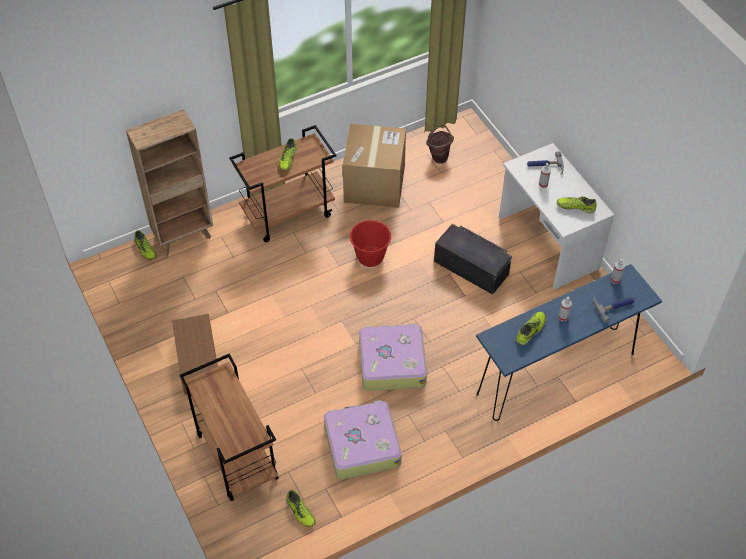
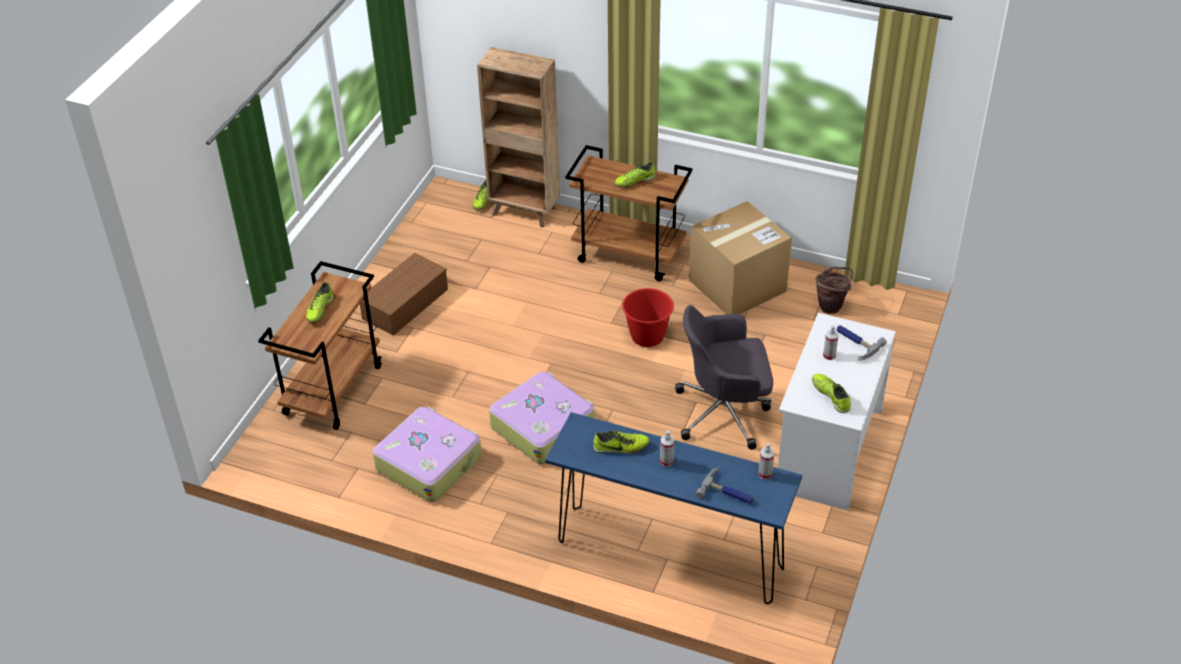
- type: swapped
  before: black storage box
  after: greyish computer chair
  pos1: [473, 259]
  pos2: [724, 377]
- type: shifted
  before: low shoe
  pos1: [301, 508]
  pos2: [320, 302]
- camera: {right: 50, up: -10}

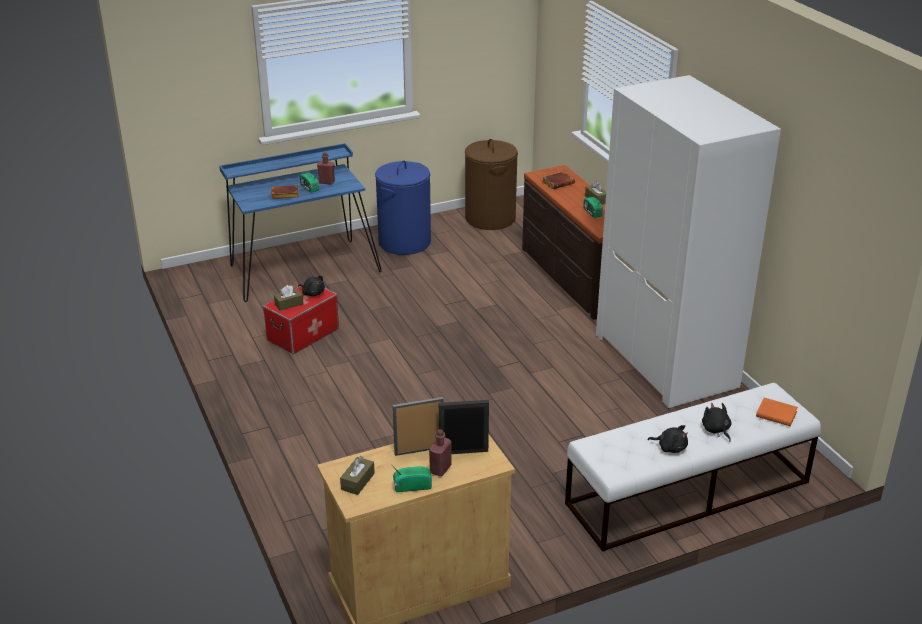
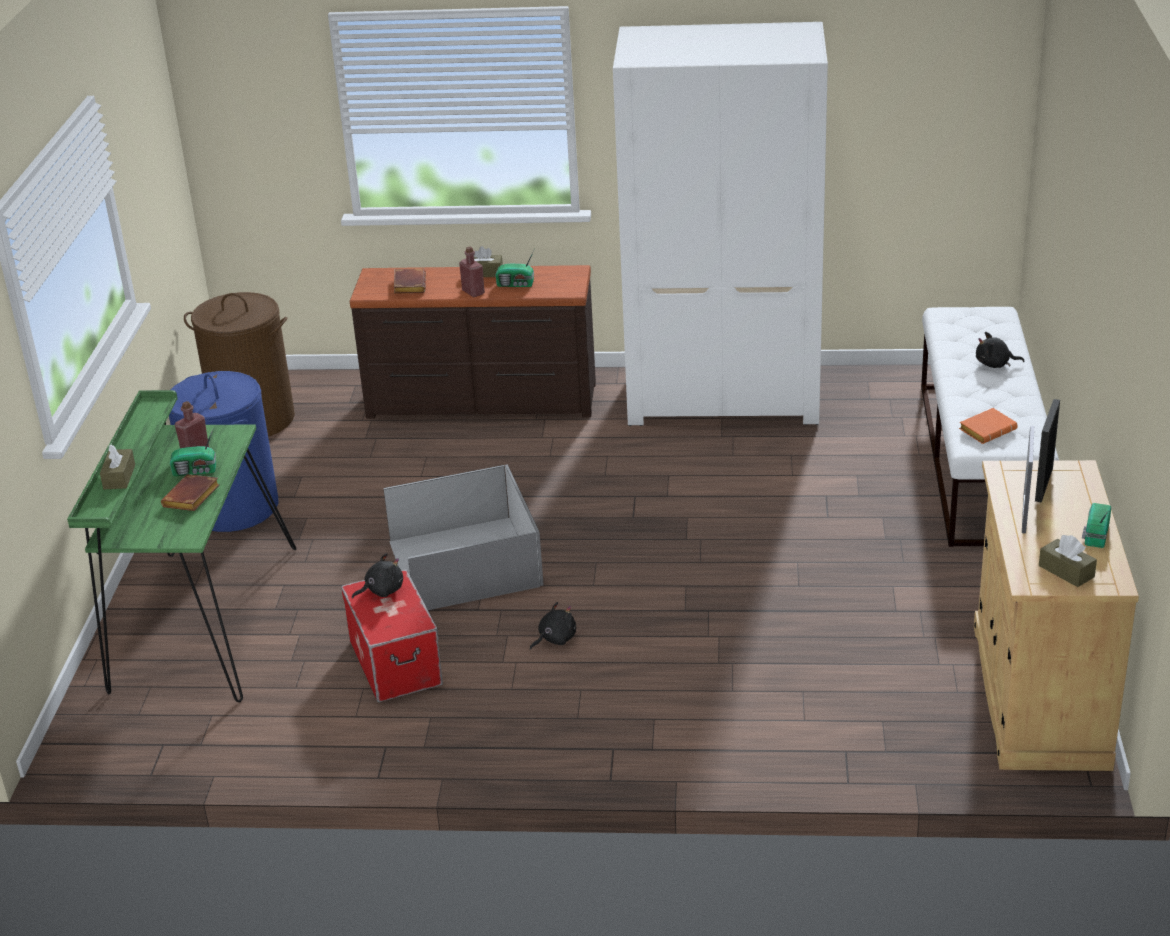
- type: repainted
  before: blue desk
  after: green desk
  pos1: [300, 222]
  pos2: [181, 546]
- type: shifted
  before: brownish tissue box
  pos1: [288, 298]
  pos2: [117, 466]
- type: shifted
  before: orange-coloured bound book
  pos1: [777, 412]
  pos2: [988, 426]
- type: shifted
  before: black soft toy
  pos1: [668, 439]
  pos2: [553, 626]
- type: shifted
  before: reddish bottle
  pos1: [440, 452]
  pos2: [472, 272]
- type: new
  after: greyish storage box
  pos2: [463, 537]
- camera: {right: -60, up: 0}

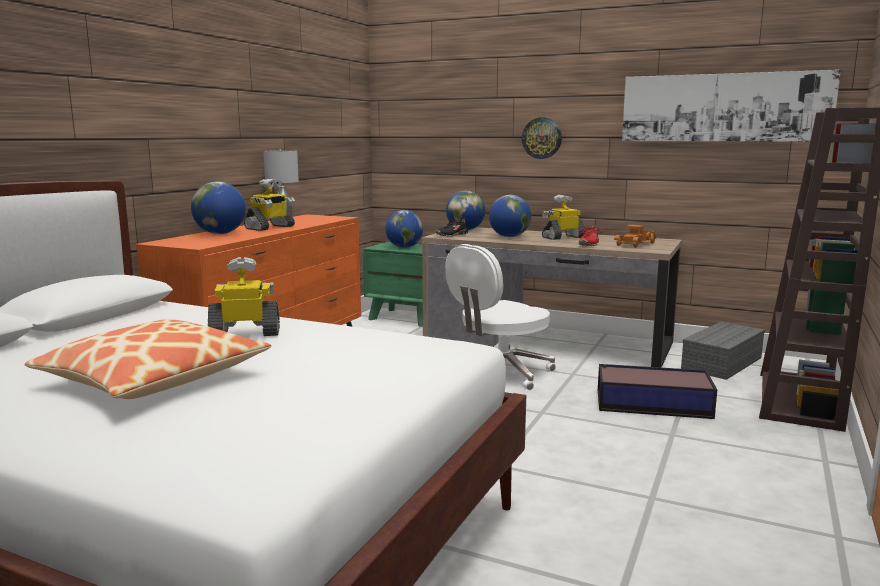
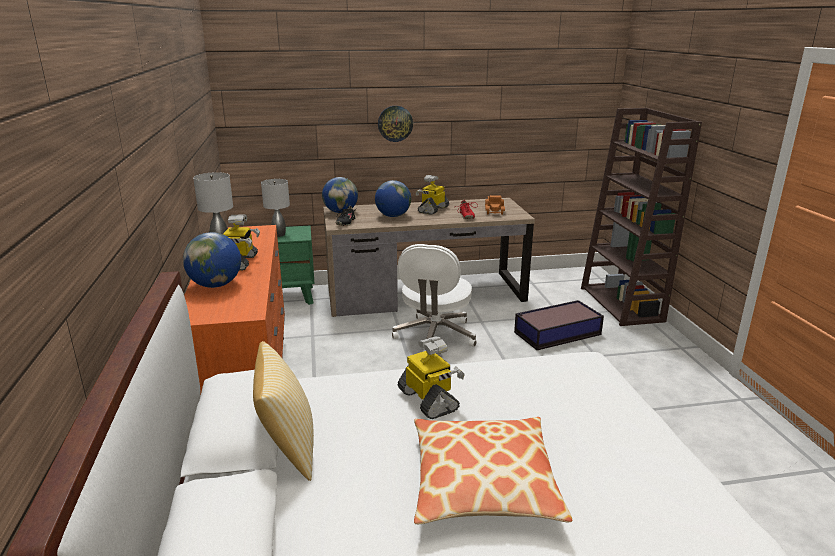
- type: gone
  before: picture
  pos1: [731, 106]
- type: swapped
  before: world globe
  after: greyish tabletop lamp
  pos1: [404, 229]
  pos2: [275, 208]
- type: rotated
  before: robot figure
  pos1: [244, 296]
  pos2: [431, 377]
  turn: 105
- type: gone
  before: greyish storage box
  pos1: [723, 351]
- type: new
  after: pillow
  pos2: [283, 411]
- camera: {right: -35, up: 10}

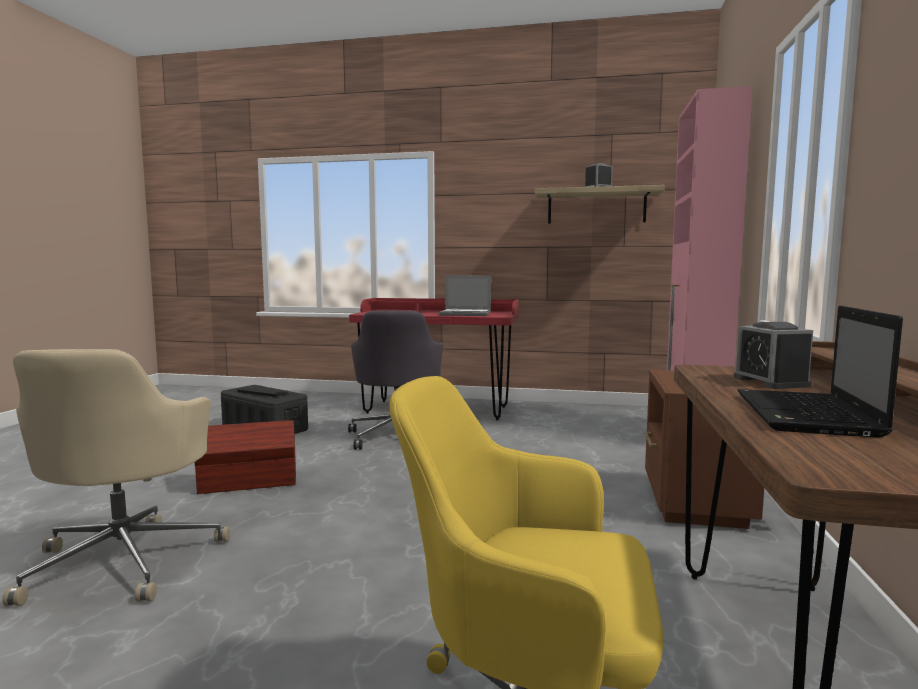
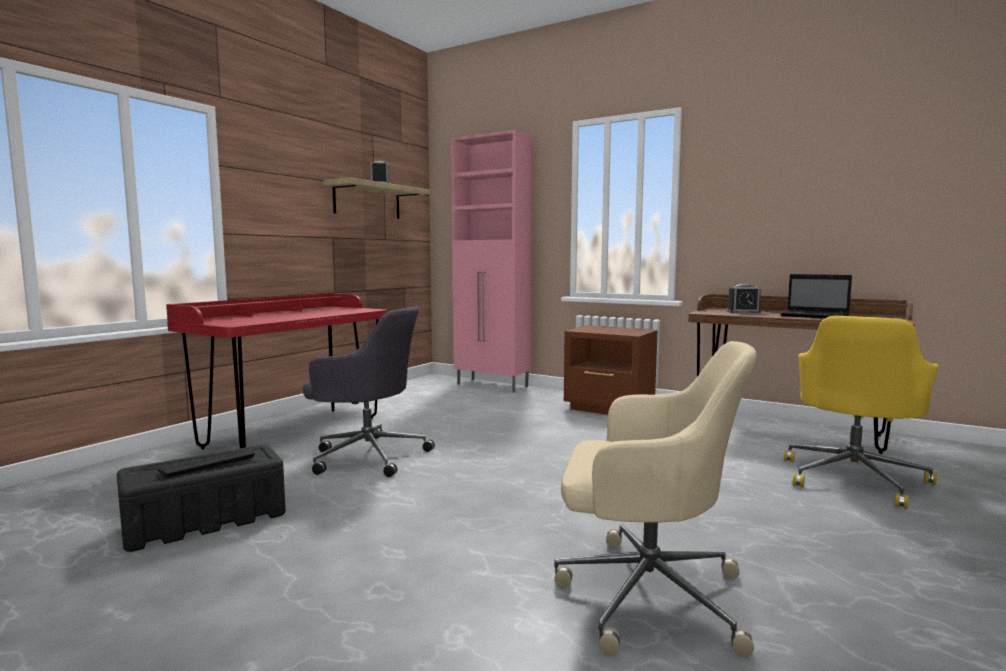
- type: gone
  before: notebook computer
  pos1: [464, 295]
- type: gone
  before: brownish storage box
  pos1: [245, 457]
- camera: {right: -70, up: 0}

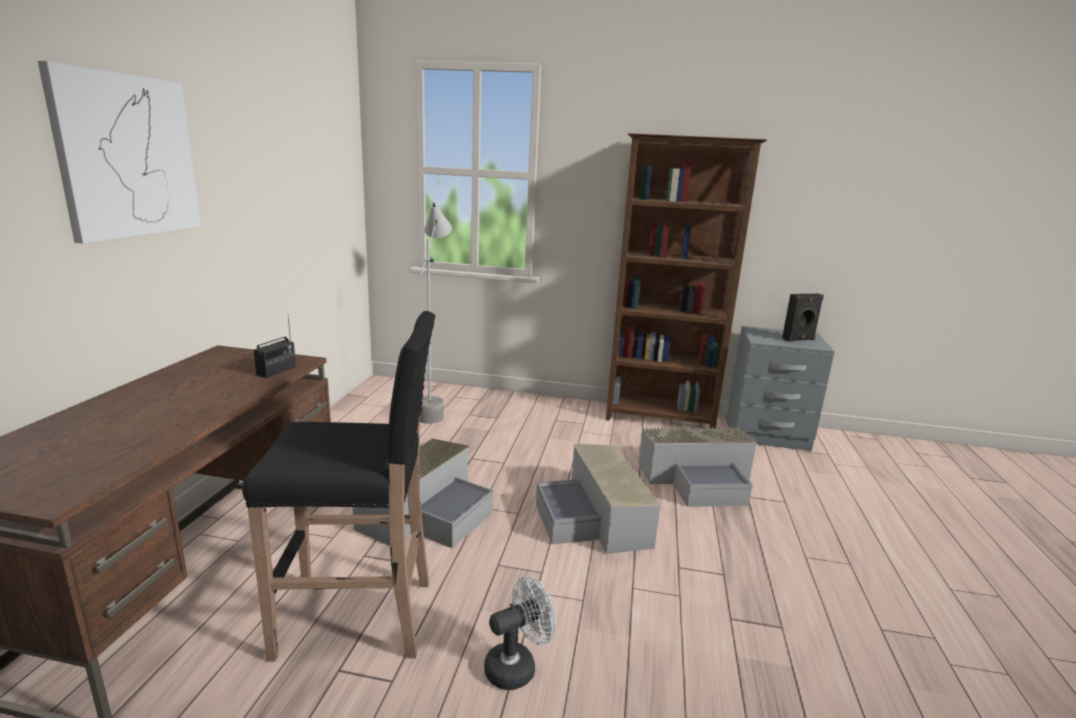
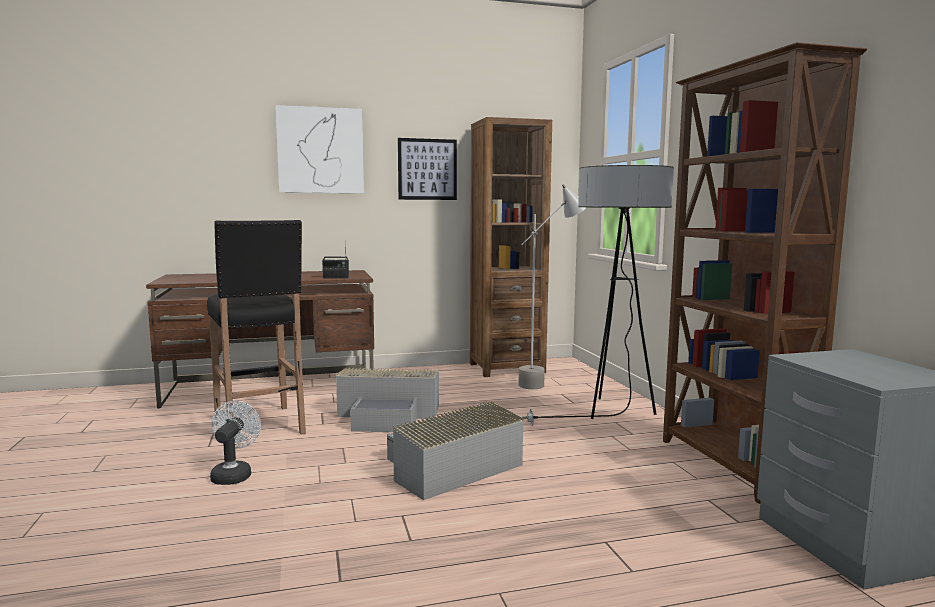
- type: gone
  before: black speaker
  pos1: [803, 317]
- type: gone
  before: greyish storage box
  pos1: [697, 466]
- type: rotated
  before: white-coloured fan
  pos1: [520, 633]
  pos2: [235, 443]
  turn: -120
- type: new
  after: brownish bookcase
  pos2: [511, 247]
- type: new
  after: picture
  pos2: [427, 169]
- type: new
  after: standing lamp
  pos2: [599, 295]
- camera: {right: 65, up: -10}

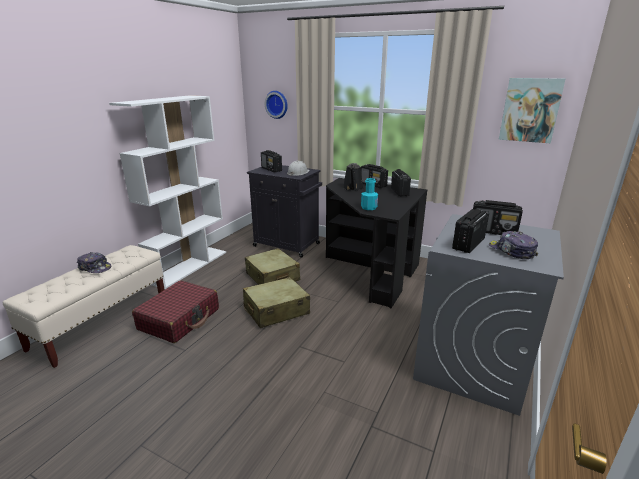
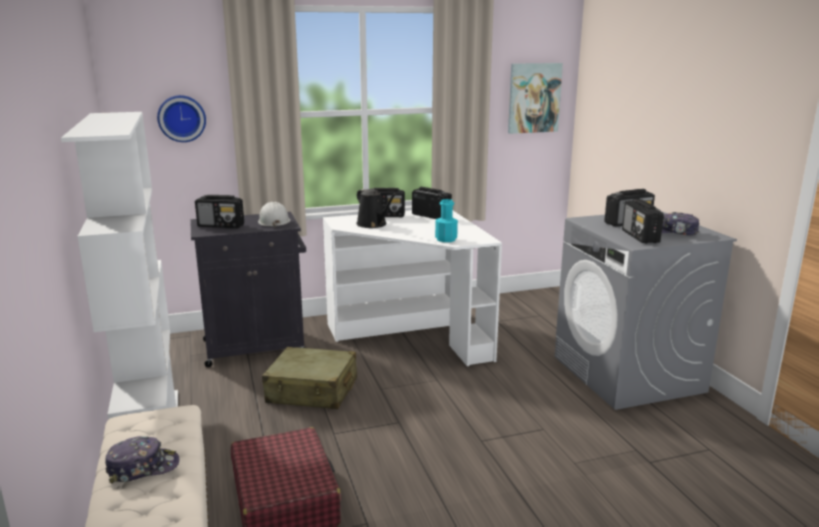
- type: repainted
  before: black desk
  after: white-coloured desk
  pos1: [376, 243]
  pos2: [412, 288]
- type: gone
  before: beige-coloured travel case
  pos1: [276, 302]
- camera: {right: -45, up: -5}

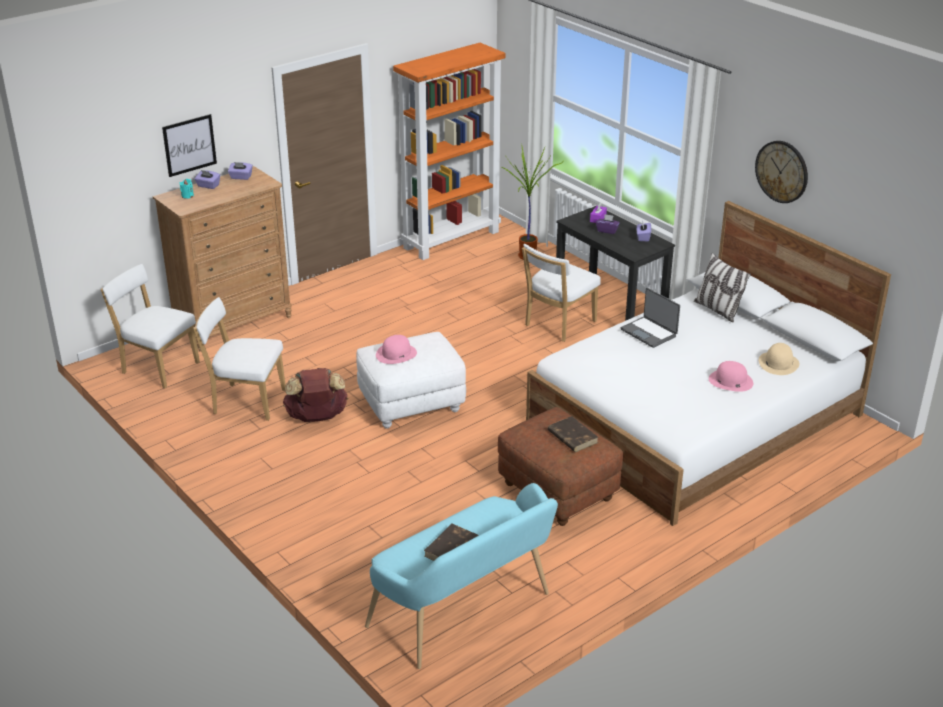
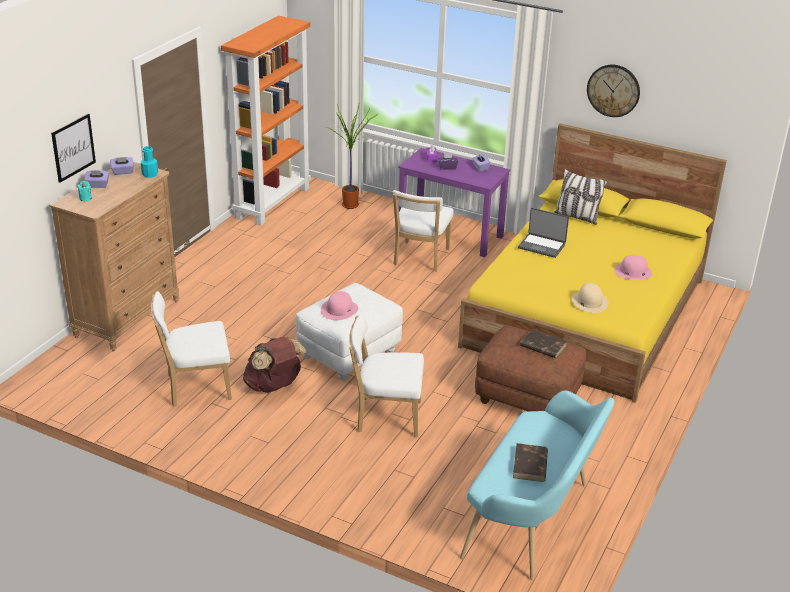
- type: repainted
  before: white-coloured bed
  after: yellowish bed
  pos1: [708, 363]
  pos2: [592, 263]
- type: repainted
  before: black desk
  after: purple-coloured desk
  pos1: [615, 263]
  pos2: [454, 202]
- type: shifted
  before: white-coloured upright chair
  pos1: [150, 326]
  pos2: [386, 375]
- type: shifted
  before: beige-coloured wearable hat
  pos1: [779, 359]
  pos2: [590, 298]
- type: new
  after: turquoise-coloured bottle
  pos2: [149, 162]
- camera: {right: -25, up: 0}

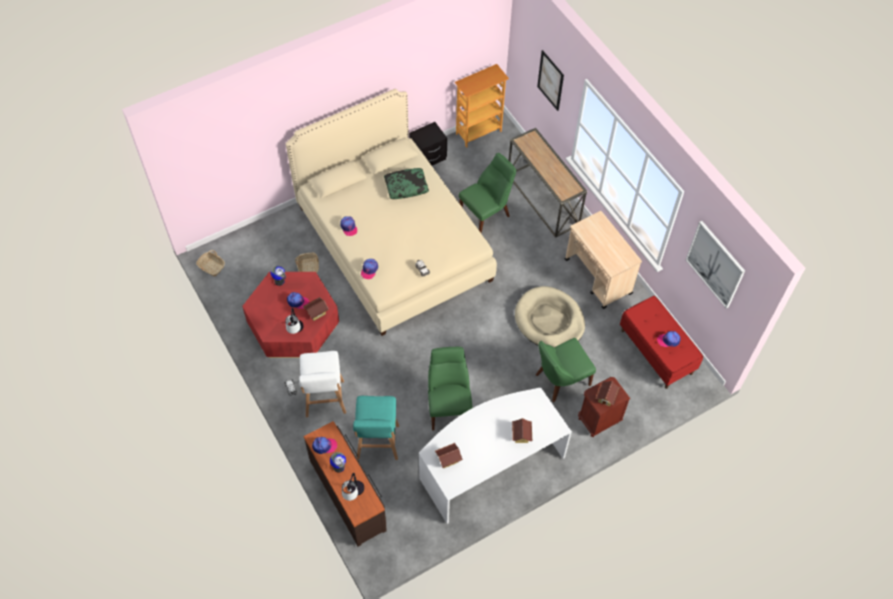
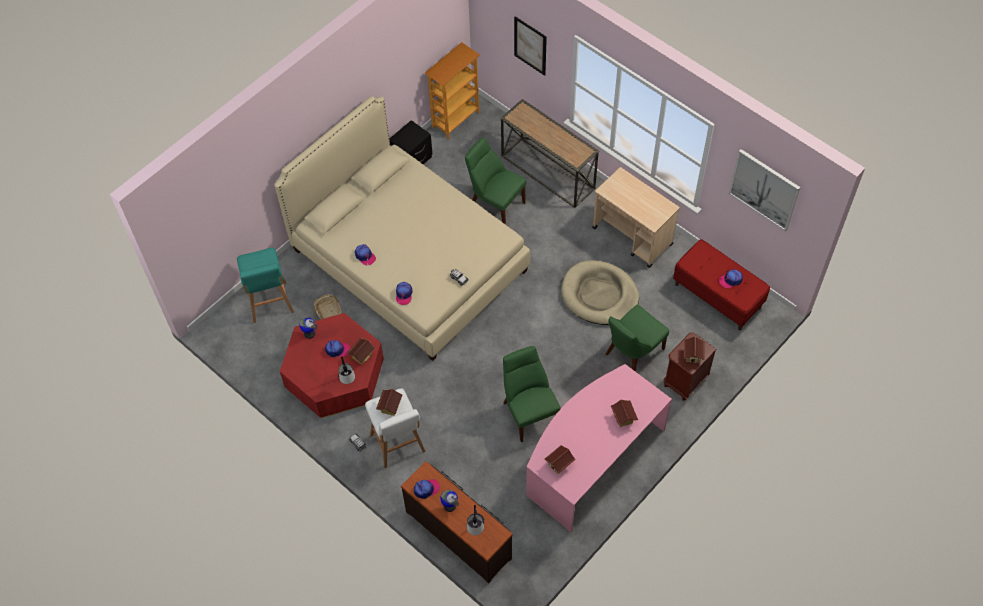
- type: rotated
  before: green upright chair
  pos1: [487, 193]
  pos2: [495, 181]
  turn: -90
- type: gone
  before: pillow
  pos1: [406, 183]
- type: gone
  before: household basket
  pos1: [210, 263]
- type: repainted
  before: white-coloured desk
  after: pink-coloured desk
  pos1: [495, 455]
  pos2: [599, 448]
- type: shifted
  before: turquoise-coloured stool
  pos1: [376, 428]
  pos2: [265, 285]
- type: new
  after: model house
  pos2: [389, 402]
- camera: {right: -15, up: 0}

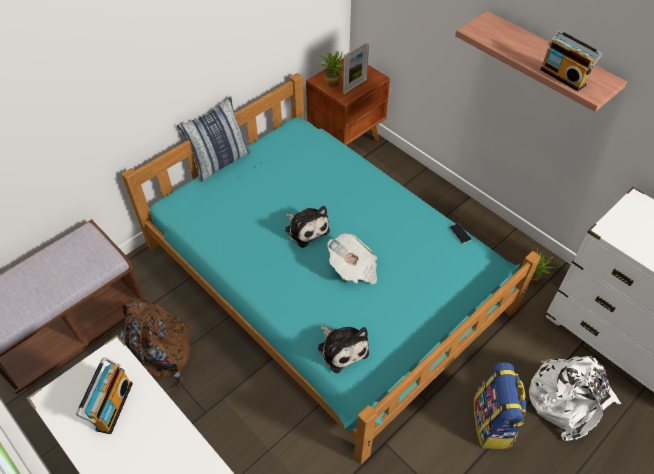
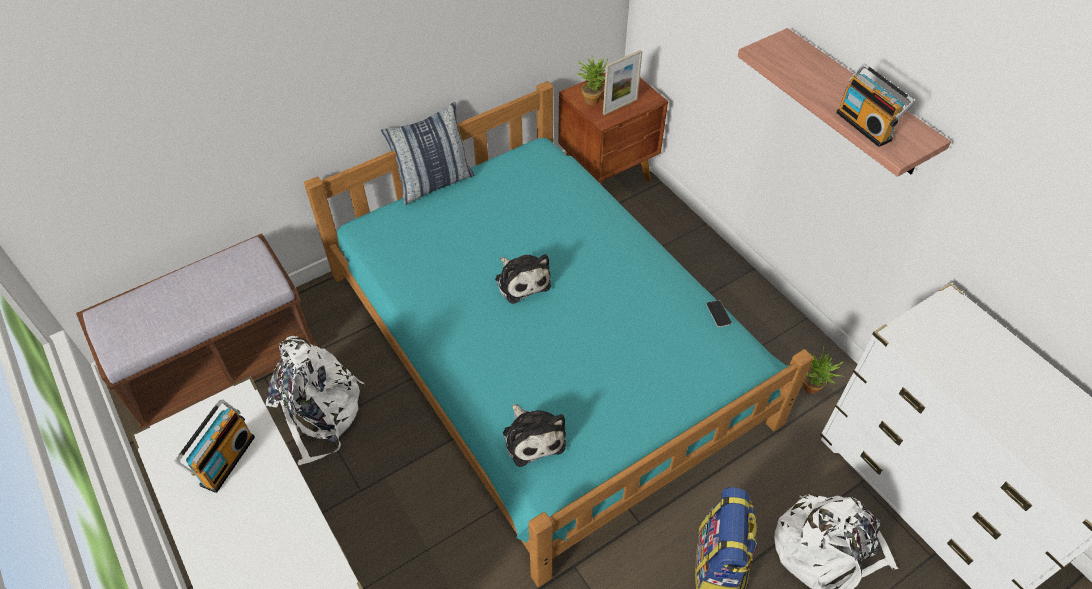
- type: gone
  before: daily paper
  pos1: [352, 259]
- type: repainted
  before: brownish knapsack
  after: white-coloured knapsack
  pos1: [156, 345]
  pos2: [314, 401]
- camera: {right: 10, up: 0}

